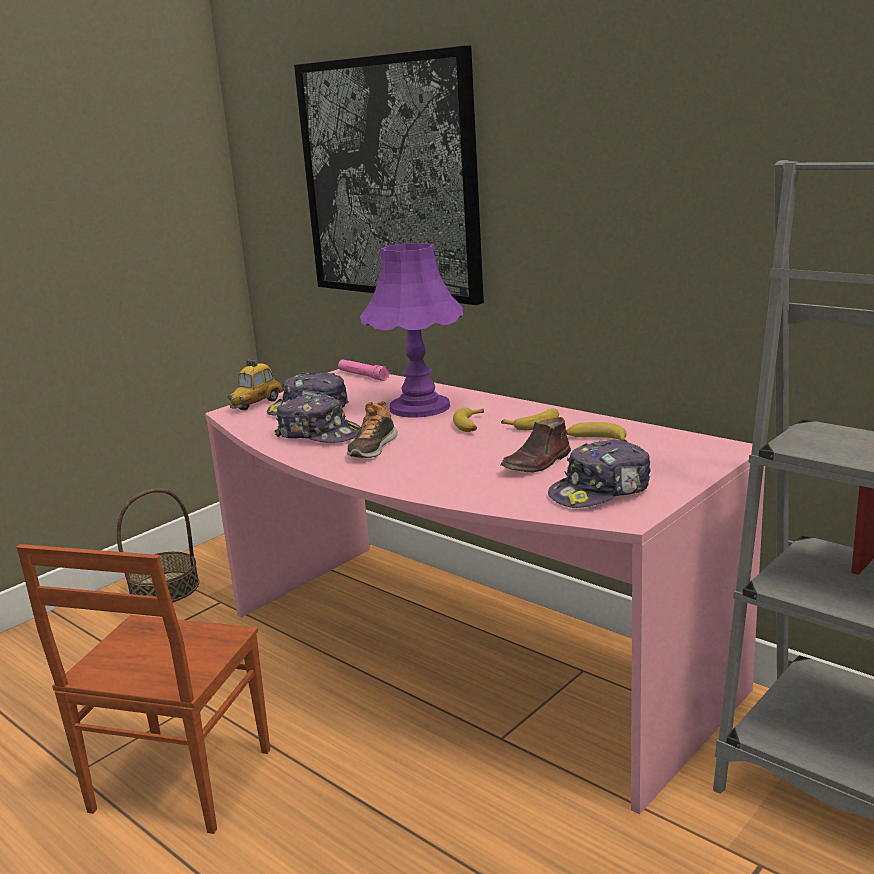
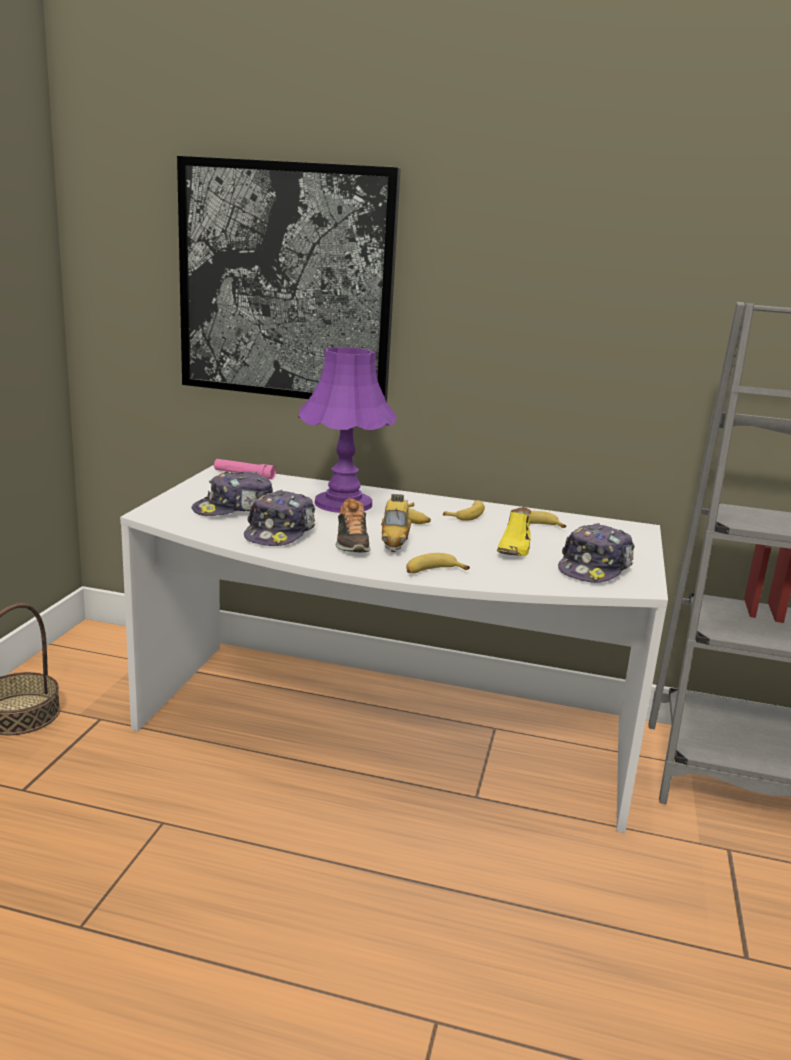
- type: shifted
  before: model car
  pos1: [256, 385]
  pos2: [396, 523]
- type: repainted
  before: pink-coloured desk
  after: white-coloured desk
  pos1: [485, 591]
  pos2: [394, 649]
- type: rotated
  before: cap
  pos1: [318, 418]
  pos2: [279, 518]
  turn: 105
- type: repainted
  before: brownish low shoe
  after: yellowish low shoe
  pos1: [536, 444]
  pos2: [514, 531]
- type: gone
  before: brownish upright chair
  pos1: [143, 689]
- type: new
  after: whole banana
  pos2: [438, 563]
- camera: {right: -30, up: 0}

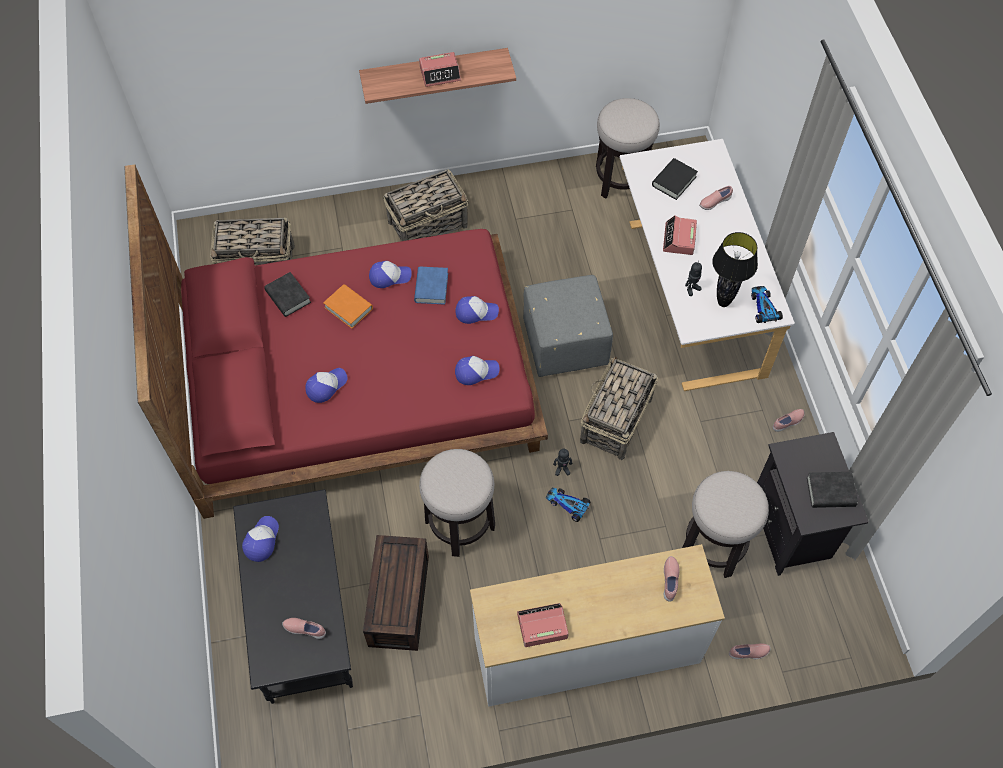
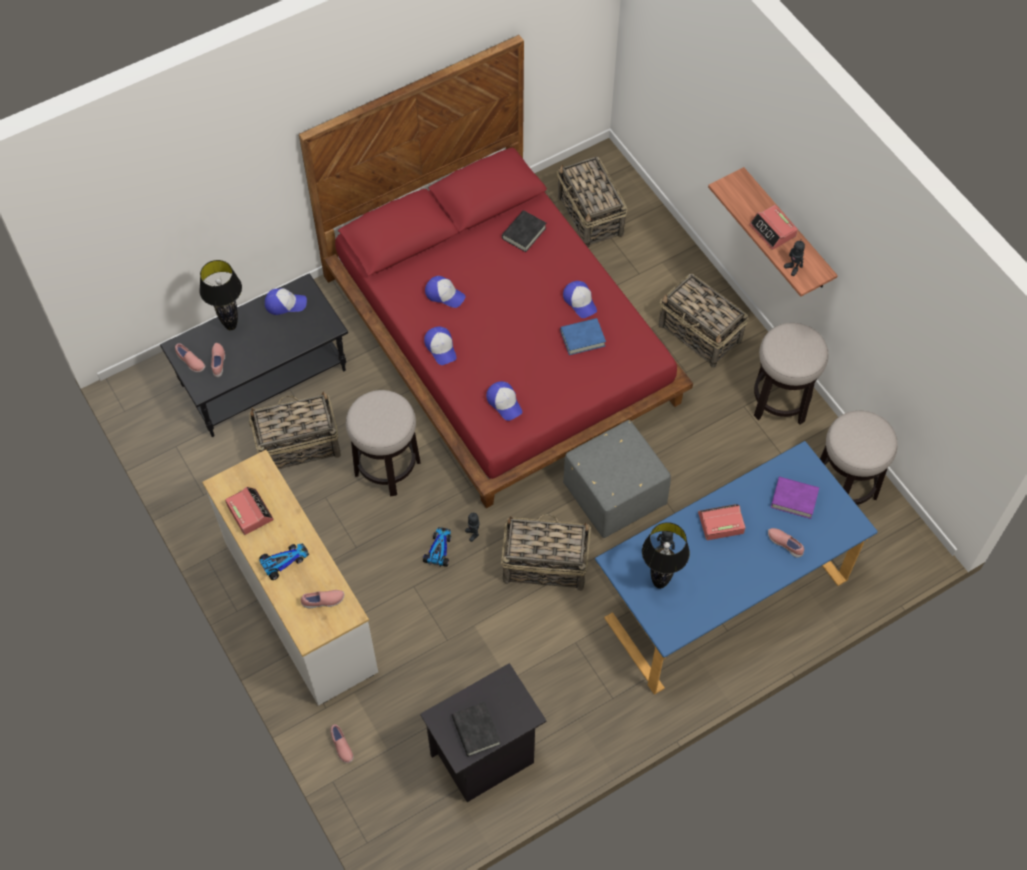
- type: repainted
  before: white-coloured desk
  after: blue desk
  pos1: [707, 265]
  pos2: [736, 568]
- type: repainted
  before: black bound book
  after: purple-coloured bound book
  pos1: [675, 179]
  pos2: [795, 498]
- type: gone
  before: orange-coloured bound book
  pos1: [348, 306]
- type: shifted
  before: model car
  pos1: [767, 304]
  pos2: [284, 561]
- type: shifted
  before: cap
  pos1: [477, 310]
  pos2: [440, 346]
- type: shifted
  before: pink-coloured low shoe
  pos1: [789, 420]
  pos2: [190, 357]
- type: shifted
  before: stool
  pos1: [725, 524]
  pos2: [791, 374]
- type: swapped
  before: brownish storage box
  after: household basket
  pos1: [396, 593]
  pos2: [295, 430]
- type: new
  after: robot figure
  pos2: [794, 257]
- type: new
  after: black tabletop lamp
  pos2: [220, 295]
- camera: {right: 70, up: 0}

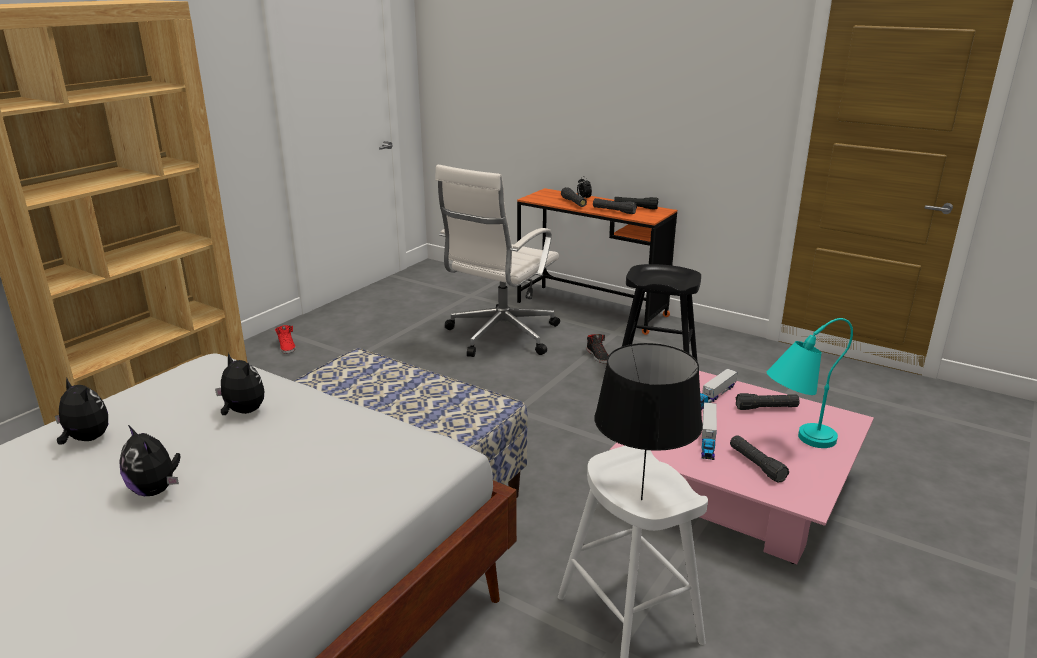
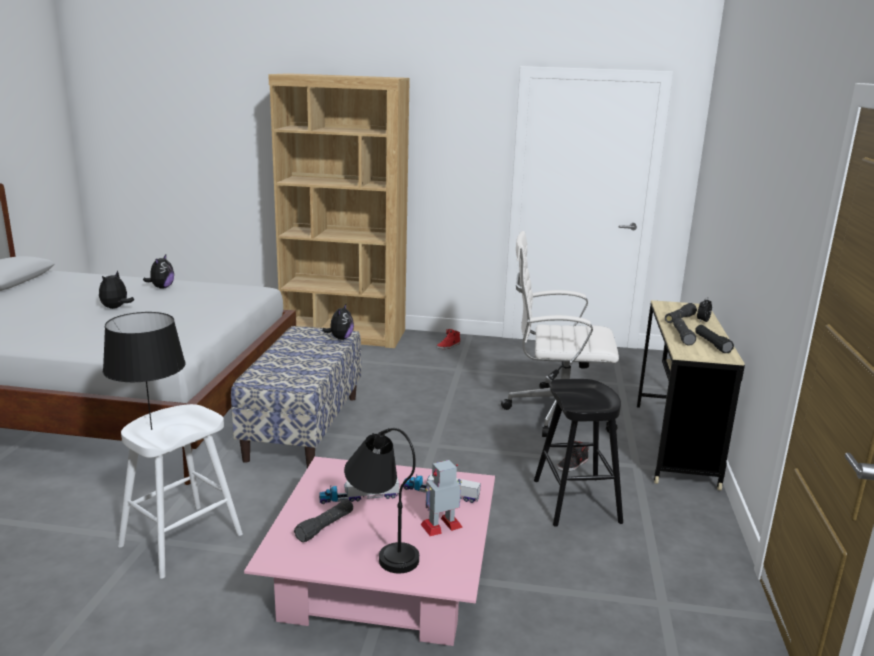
- type: repainted
  before: orange-coloured desk
  after: beige-coloured desk
  pos1: [597, 261]
  pos2: [691, 395]
- type: repainted
  before: turquoise-coloured tabletop lamp
  after: black tabletop lamp
  pos1: [810, 383]
  pos2: [381, 500]
- type: shifted
  before: soft toy
  pos1: [239, 384]
  pos2: [338, 322]
- type: swapped
  before: black flashlight
  after: robot figure
  pos1: [768, 401]
  pos2: [441, 498]
- camera: {right: 65, up: -5}

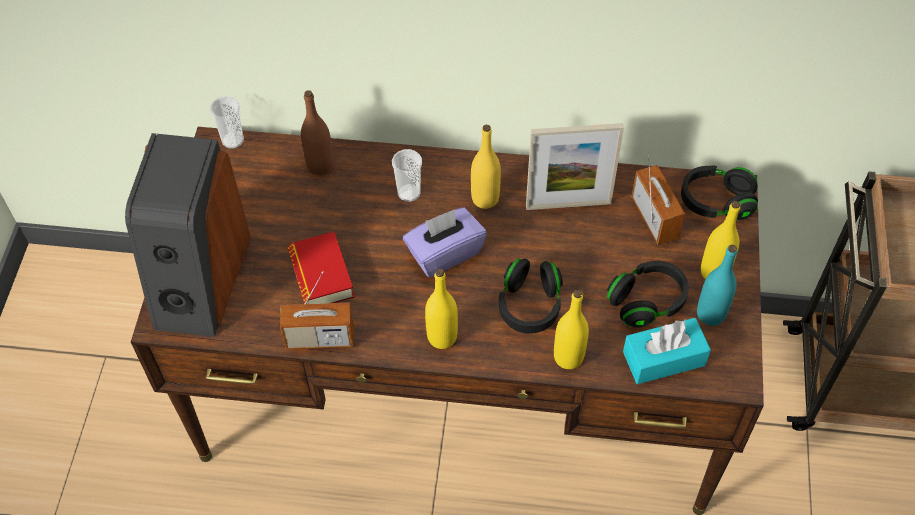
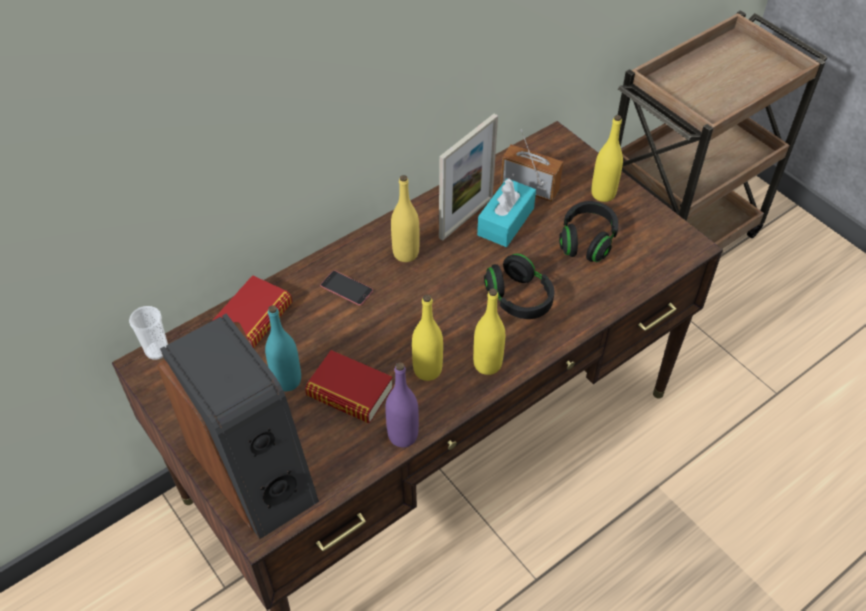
- type: swapped
  before: brownish bottle
  after: bound book
  pos1: [317, 132]
  pos2: [252, 311]
- type: swapped
  before: cup
  after: handset
  pos1: [407, 175]
  pos2: [346, 287]
- type: gone
  before: black pair of headphones
  pos1: [719, 193]
- type: gone
  before: purple-coloured tissue box
  pos1: [445, 242]
- type: shifted
  before: turquoise-coloured bottle
  pos1: [717, 285]
  pos2: [283, 348]
- type: swapped
  before: radio set
  after: purple-coloured bottle
  pos1: [317, 310]
  pos2: [402, 404]
- type: shifted
  before: yellowish bottle
  pos1: [571, 329]
  pos2: [427, 337]
- type: shifted
  before: turquoise-coloured tissue box
  pos1: [667, 351]
  pos2: [506, 212]
- camera: {right: -45, up: -5}

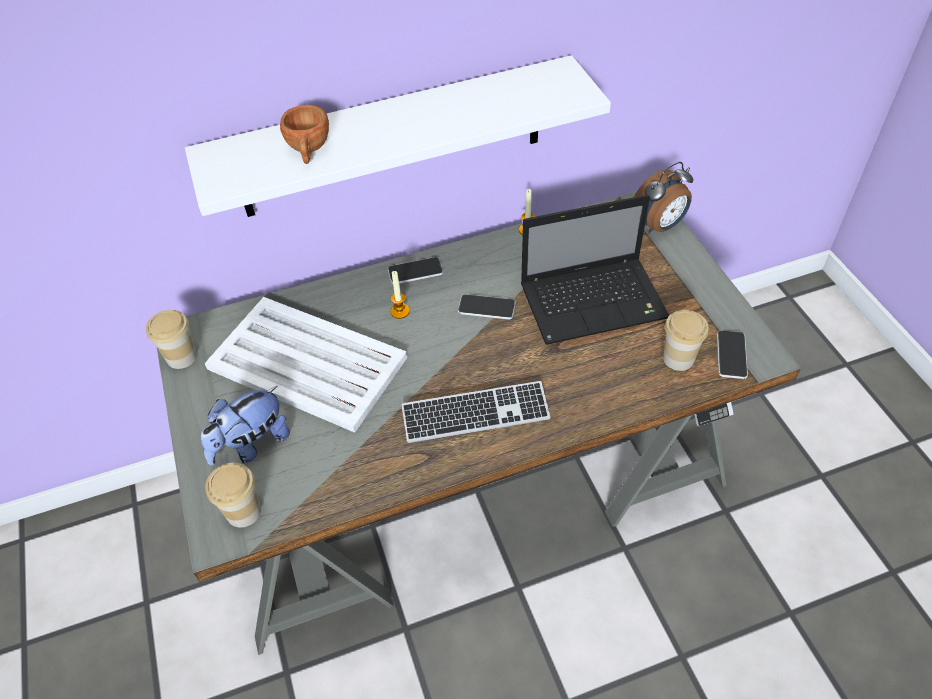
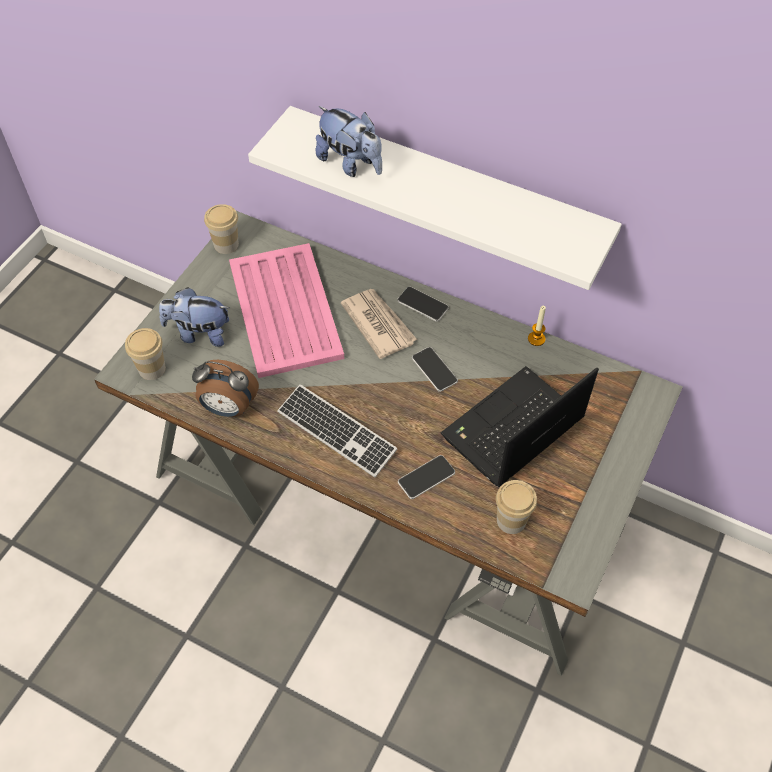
- type: swapped
  before: brownish cup
  after: soft toy
  pos1: [304, 134]
  pos2: [349, 141]
- type: shifted
  before: alarm clock
  pos1: [663, 198]
  pos2: [225, 388]
- type: rotated
  before: notebook computer
  pos1: [595, 270]
  pos2: [520, 426]
  turn: 105
- type: swapped
  before: wax light
  after: daily paper
  pos1: [400, 295]
  pos2: [379, 324]
- type: repainted
  before: white-coloured serving tray
  after: pink-coloured serving tray
  pos1: [306, 365]
  pos2: [286, 310]
- type: shifted
  before: handset
  pos1: [732, 354]
  pos2: [426, 477]
- camera: {right: 45, up: 5}

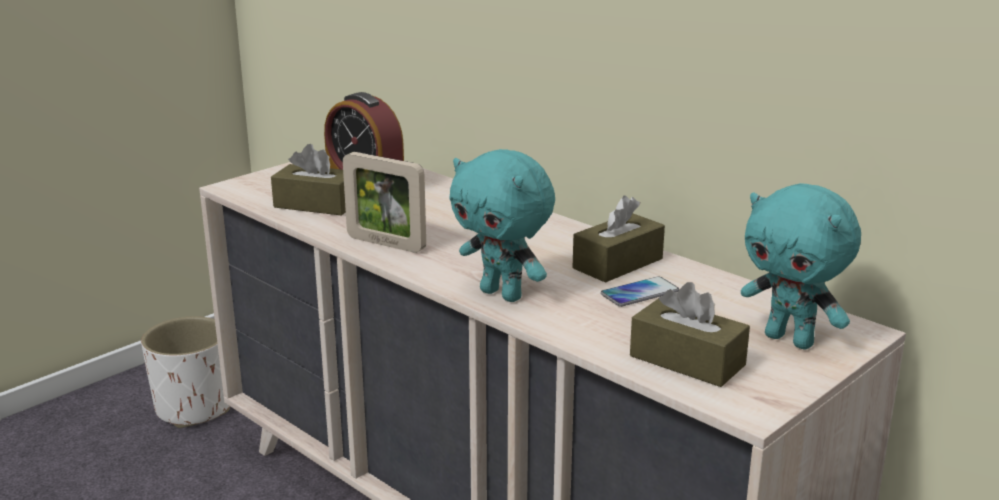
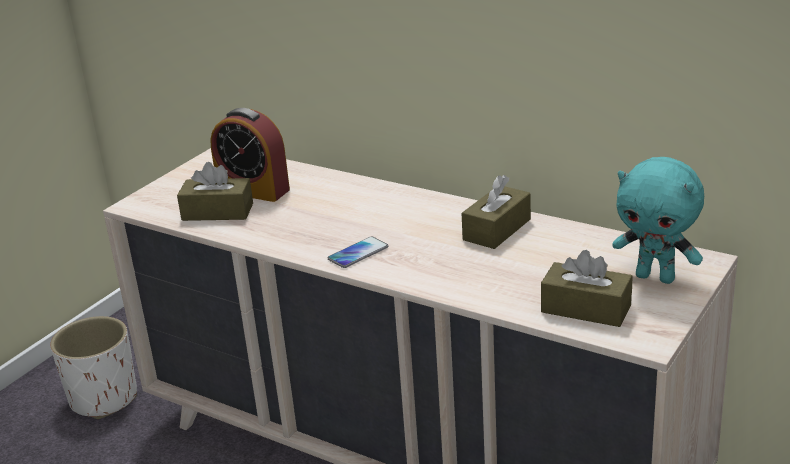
- type: gone
  before: turquoise-coloured soft toy
  pos1: [502, 225]
- type: gone
  before: standing frame
  pos1: [384, 202]
- type: shifted
  before: handset
  pos1: [640, 291]
  pos2: [358, 252]
- camera: {right: -10, up: 5}

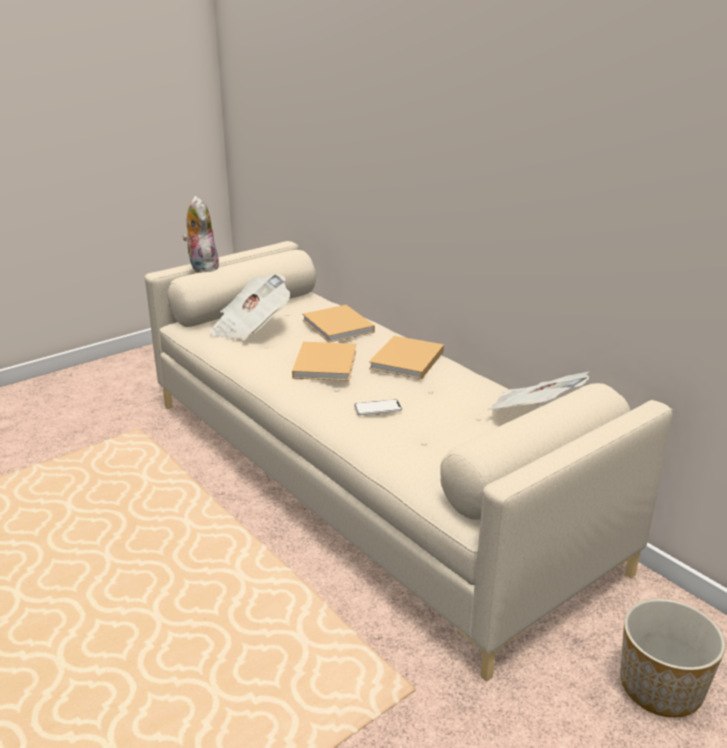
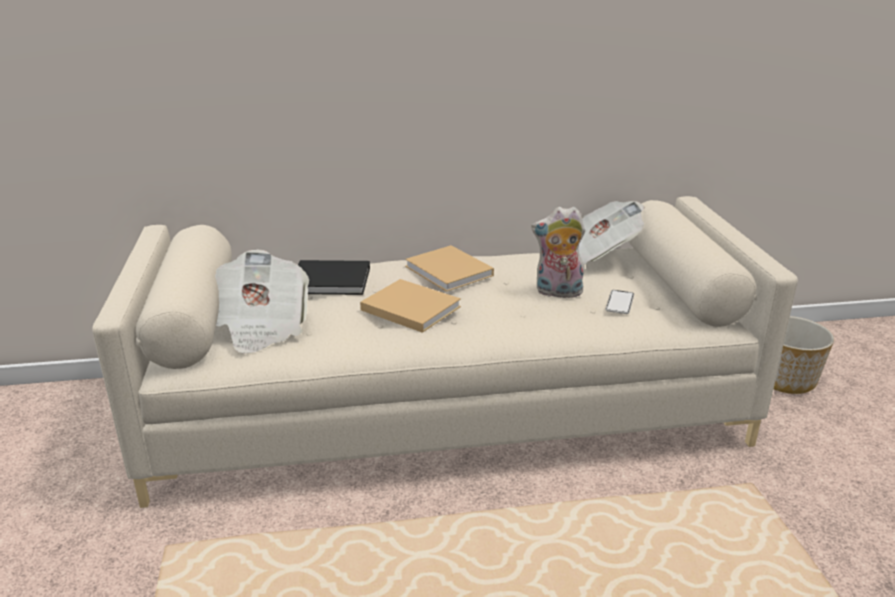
- type: shifted
  before: soft toy
  pos1: [201, 234]
  pos2: [558, 252]
- type: repainted
  before: beige-coloured bound book
  after: black bound book
  pos1: [339, 324]
  pos2: [334, 277]
- type: shifted
  before: handset
  pos1: [378, 407]
  pos2: [619, 302]
- camera: {right: -60, up: 0}

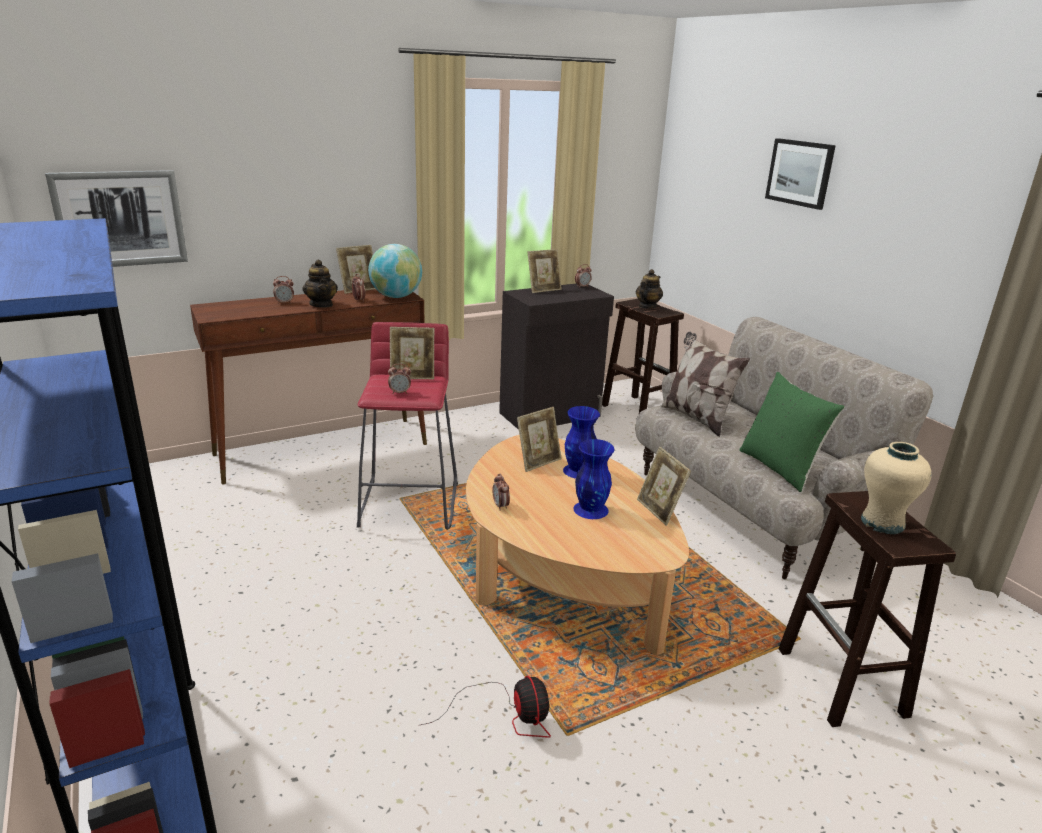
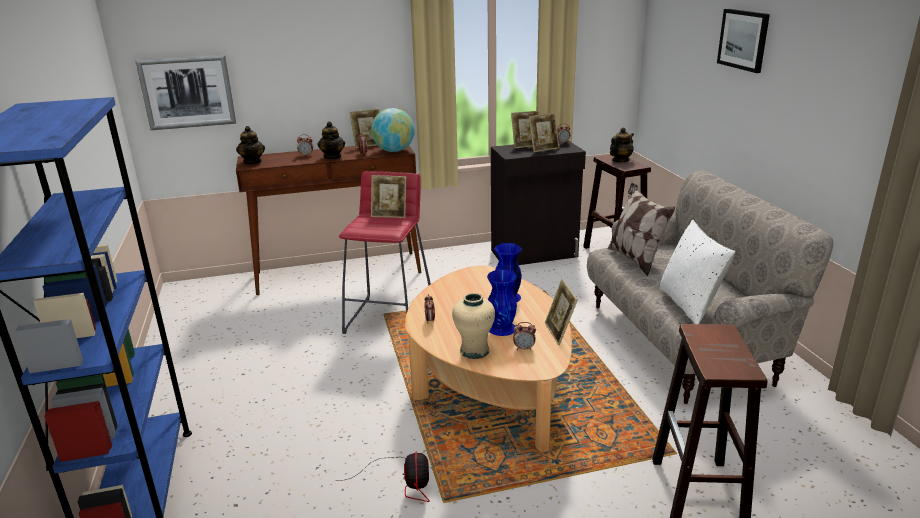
- type: shifted
  before: alarm clock
  pos1: [399, 379]
  pos2: [524, 336]
- type: repainted
  before: green pillow
  after: white-coloured pillow
  pos1: [792, 432]
  pos2: [697, 272]
- type: shifted
  before: standing frame
  pos1: [539, 439]
  pos2: [544, 132]
- type: shifted
  before: beige-coloured vase
  pos1: [896, 488]
  pos2: [473, 326]
- type: new
  after: tea pot
  pos2: [250, 145]
- camera: {right: 15, up: 0}

